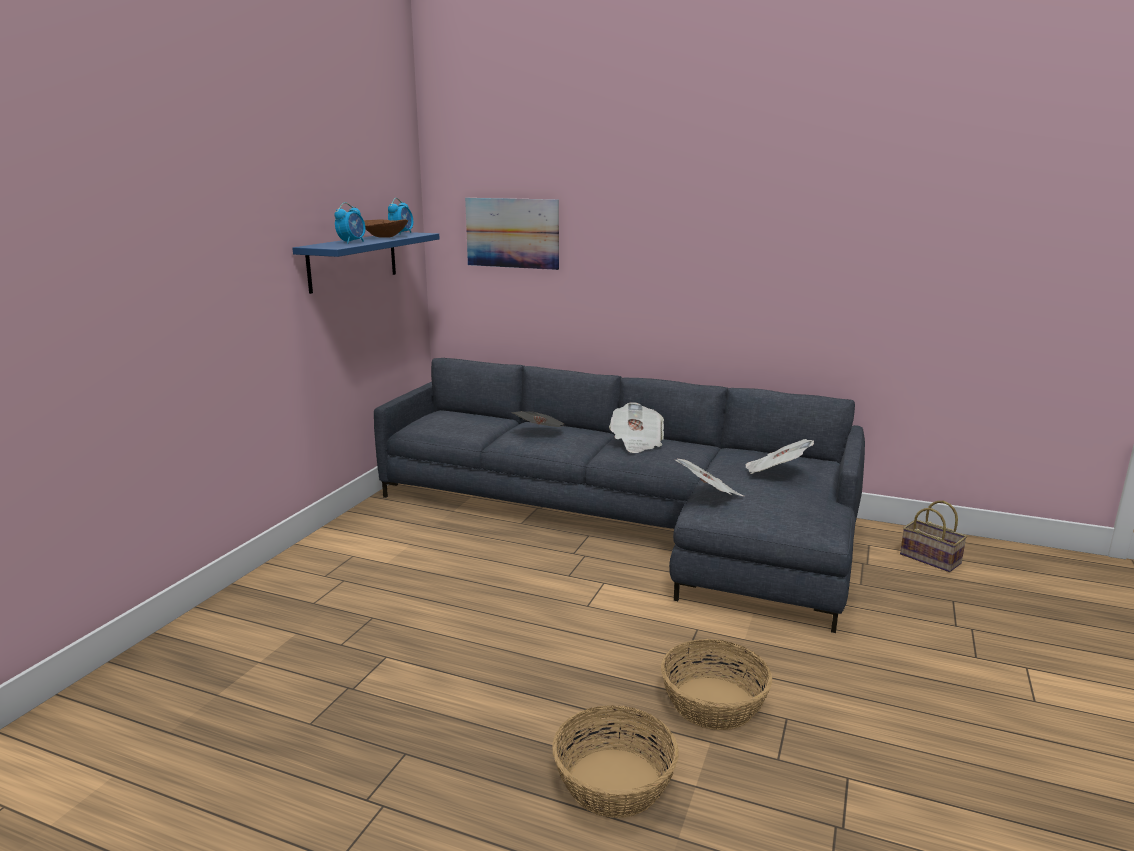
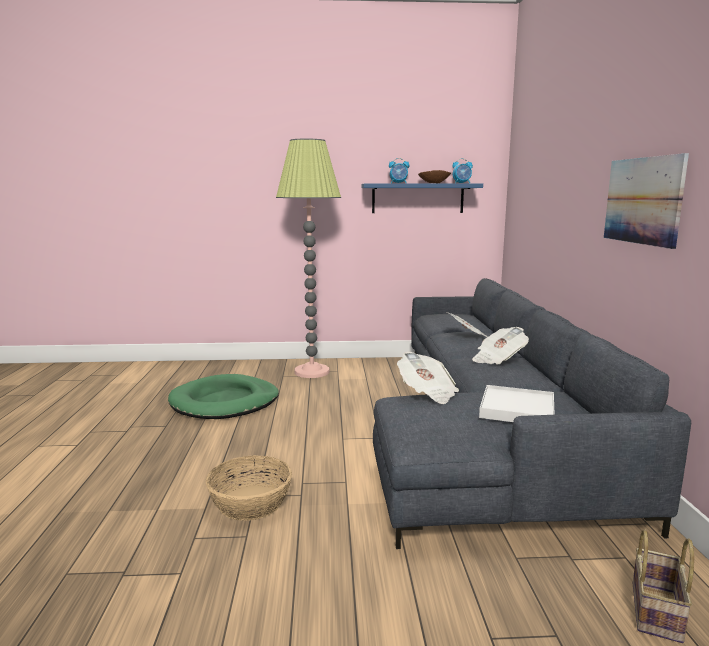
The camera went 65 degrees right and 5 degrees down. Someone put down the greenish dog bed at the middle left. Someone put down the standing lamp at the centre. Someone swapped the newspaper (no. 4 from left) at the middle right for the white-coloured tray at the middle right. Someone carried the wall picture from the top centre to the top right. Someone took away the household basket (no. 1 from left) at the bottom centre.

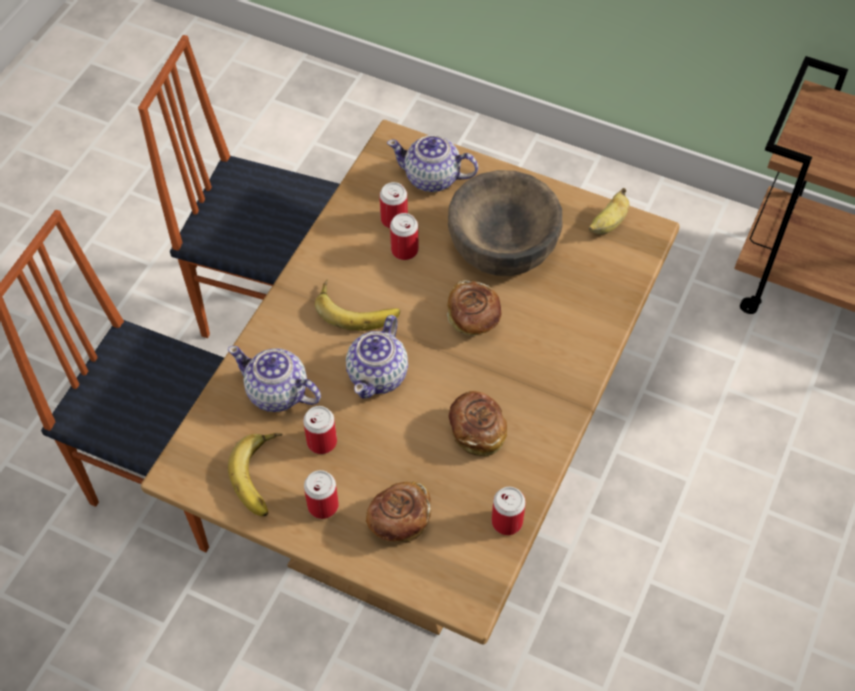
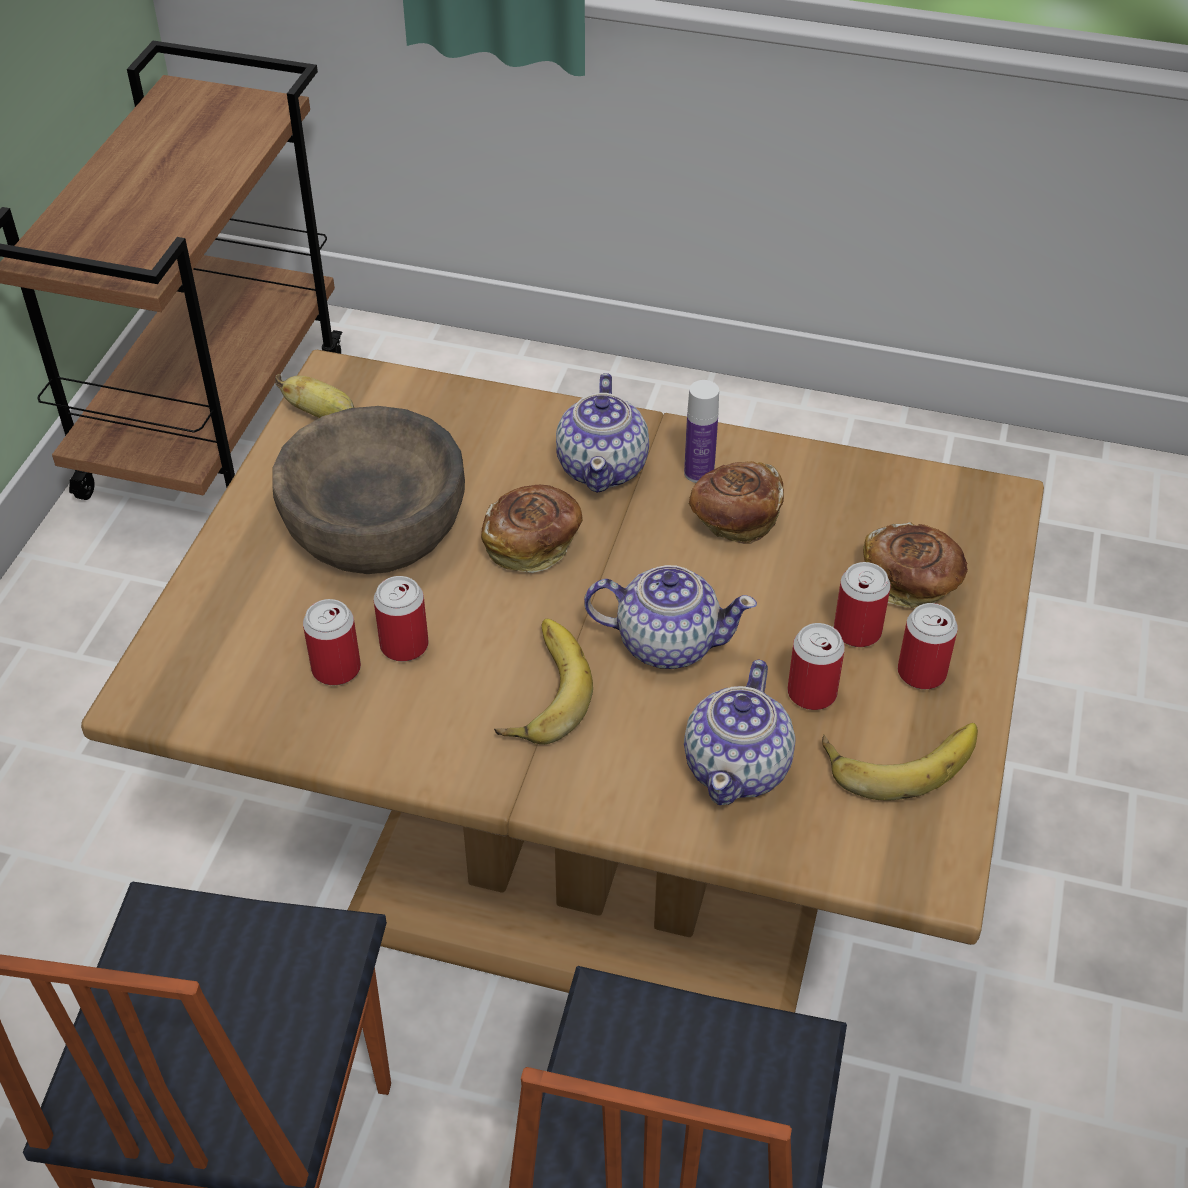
The camera went 100 degrees left and 10 degrees down. Someone carried the teapot (no. 3 from left in the first image) from the top centre to the centre. Someone put down the drink bottle at the centre. Someone carried the can (no. 5 from left in the first image) from the bottom centre to the middle right.

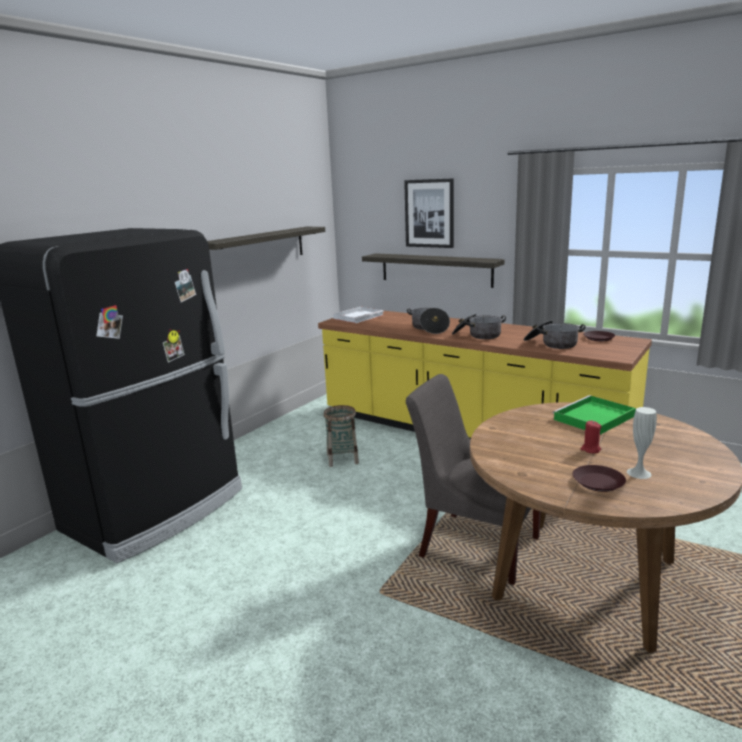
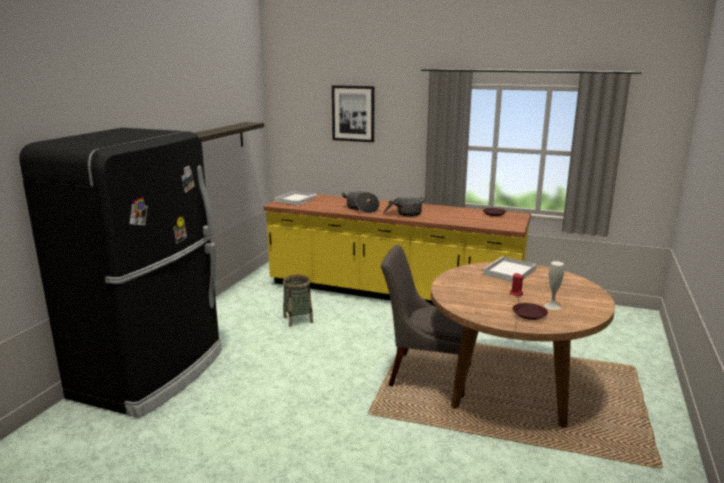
The camera went 15 degrees left and 0 degrees up. Someone repainted the greenish tray at the middle right, which became the white-coloured tray (no. 2 from left) at the middle right. Someone took away the bracket shelf (no. 2 from left) at the centre. Someone took away the saucepot (no. 3 from left) at the middle right.

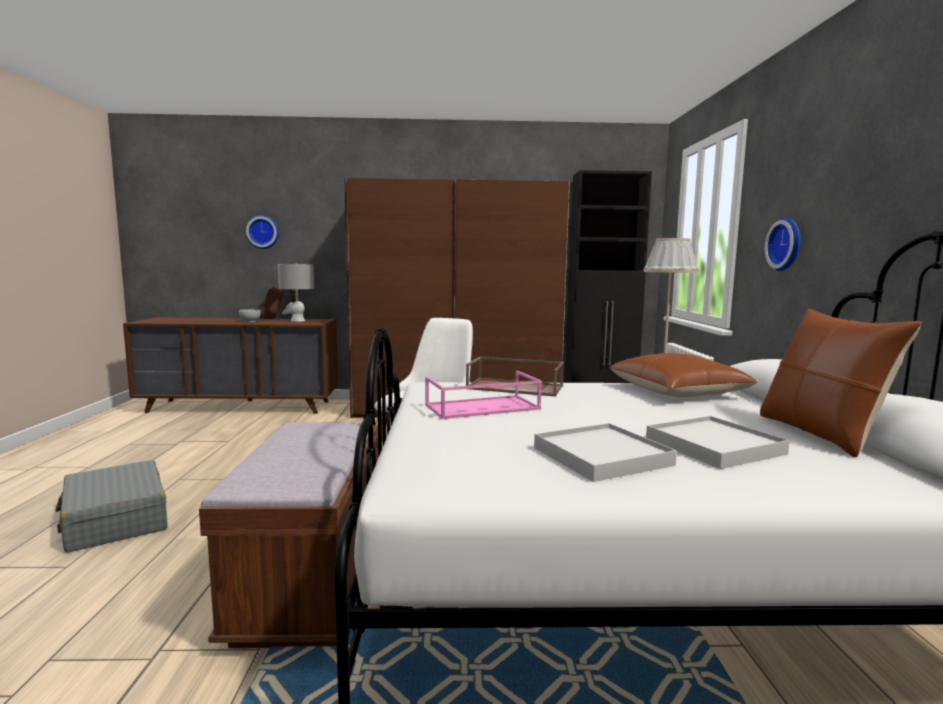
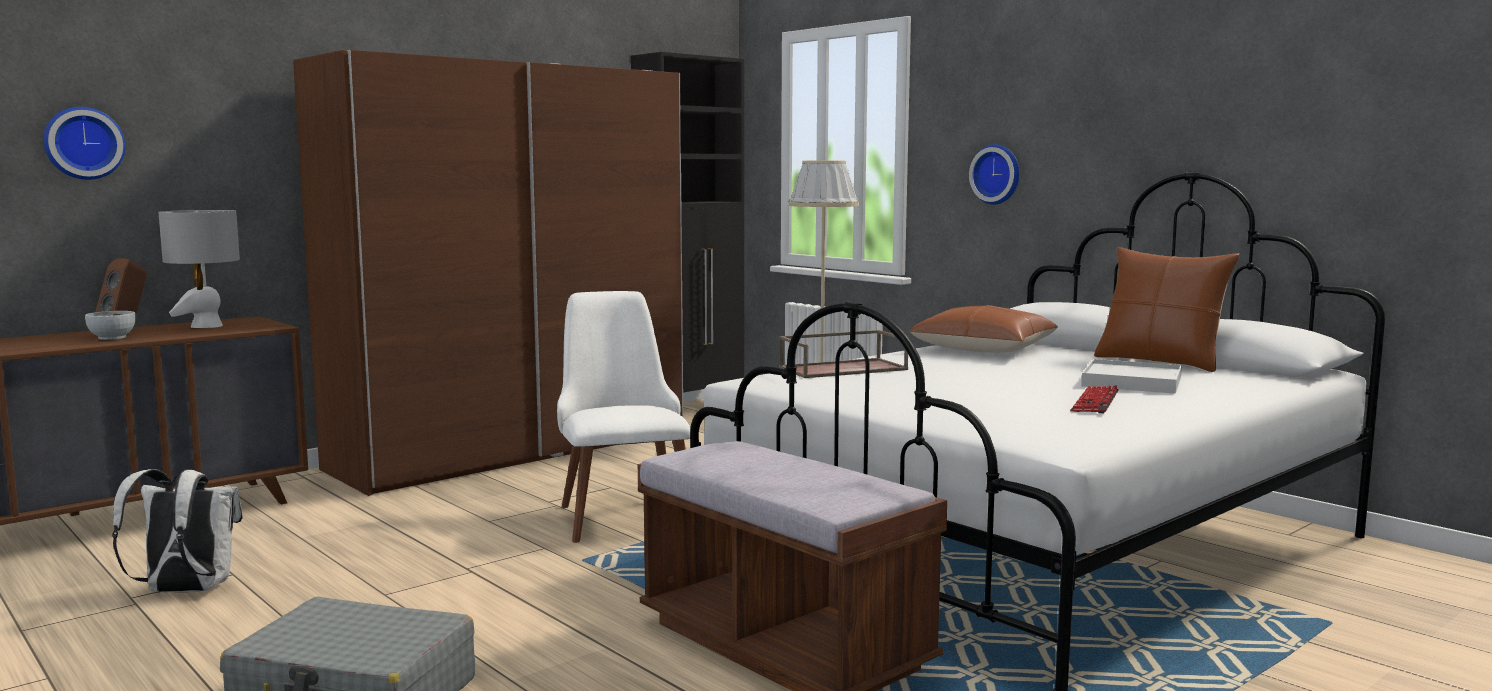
The camera went 40 degrees left and 0 degrees up. Someone put down the white-coloured knapsack at the bottom left. Someone swapped the white-coloured tray (no. 1 from left) at the centre for the keyboard at the middle right. Someone took away the pinkish tray at the centre.

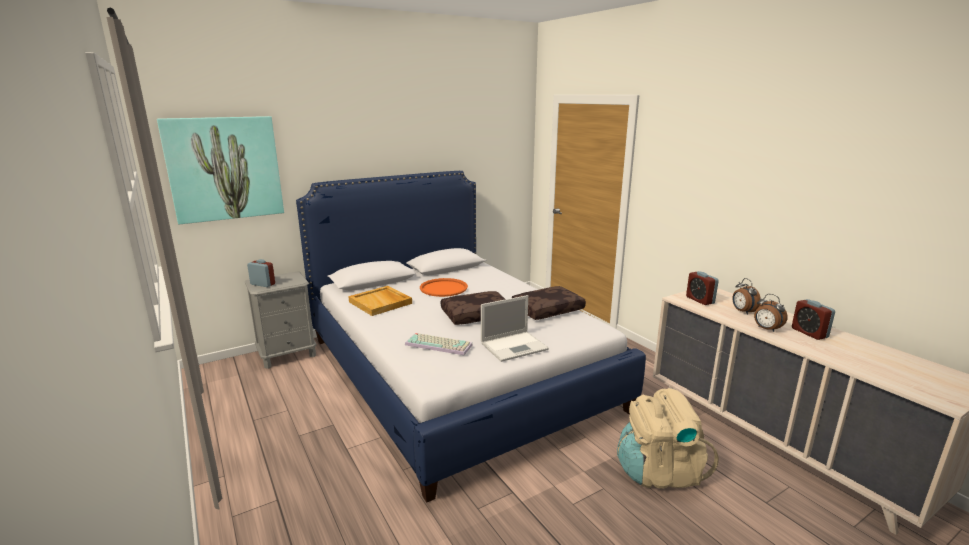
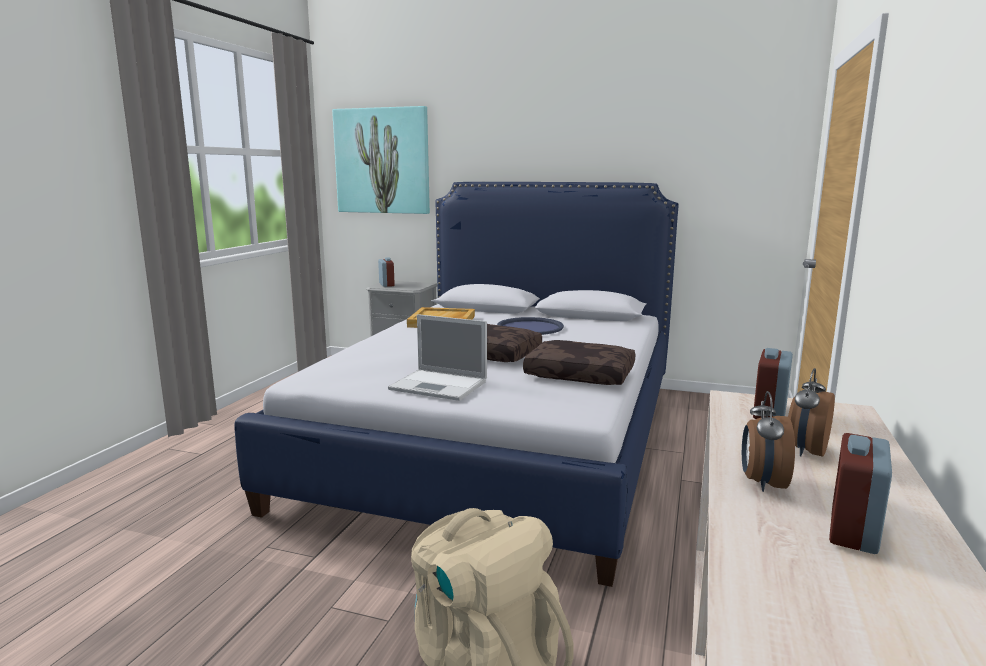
The camera went 50 degrees right and 5 degrees down. Someone repainted the orangey tray at the centre, which became the bluish tray at the centre. Someone took away the keyboard at the centre.

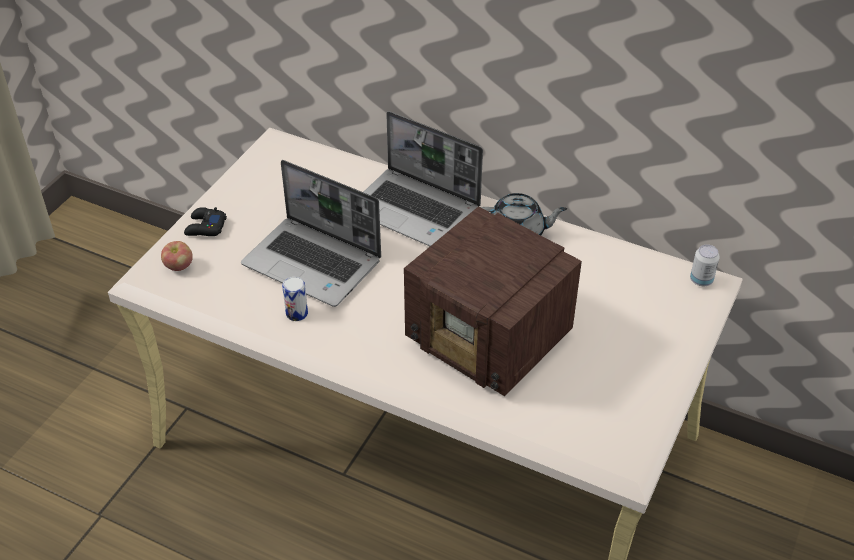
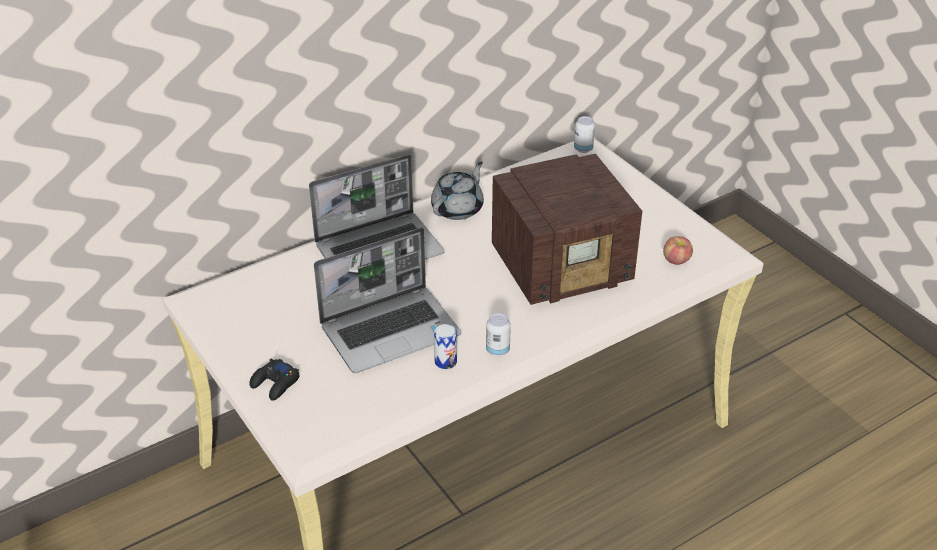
The camera went 60 degrees left and 5 degrees down. Someone put down the can (no. 2 from left) at the centre. Someone carried the apple from the middle left to the middle right.

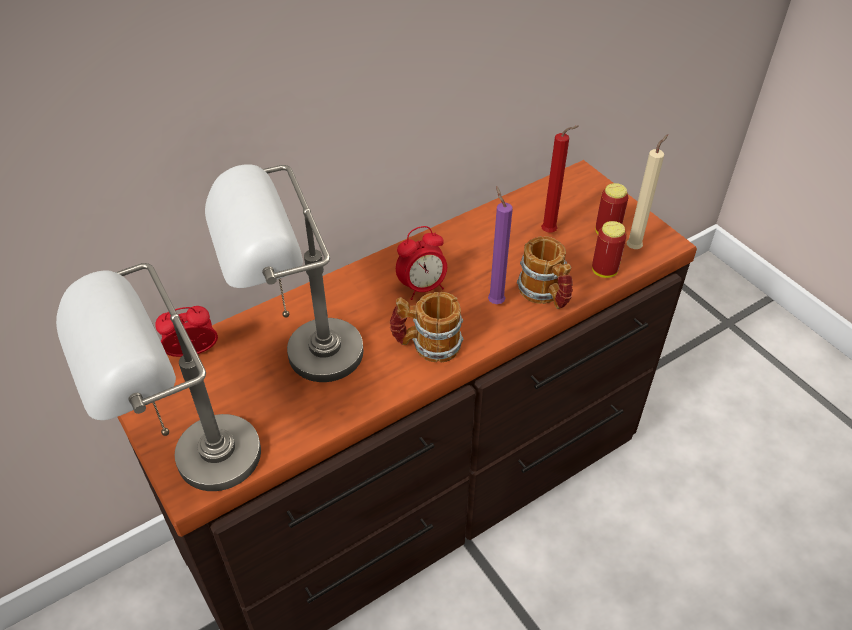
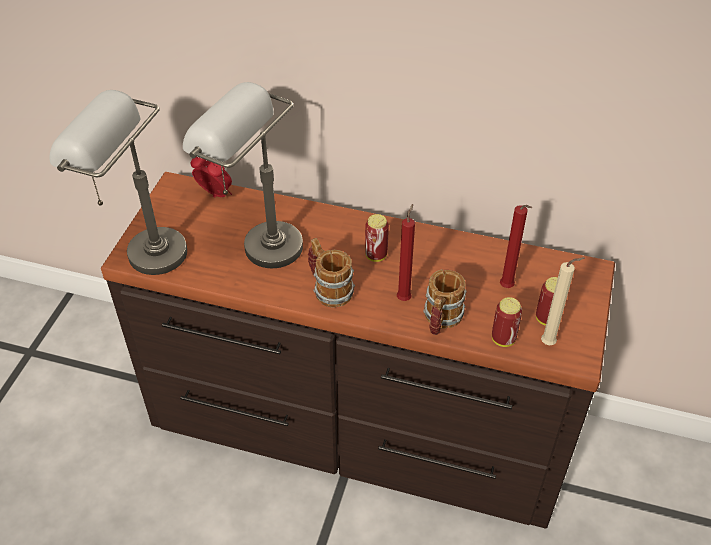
The camera went 50 degrees right and 0 degrees up. Someone swapped the alarm clock (no. 2 from left) at the centre for the can (no. 1 from left) at the centre. Someone repainted the purplish candle at the centre, which became the reddish candle (no. 1 from left) at the centre.

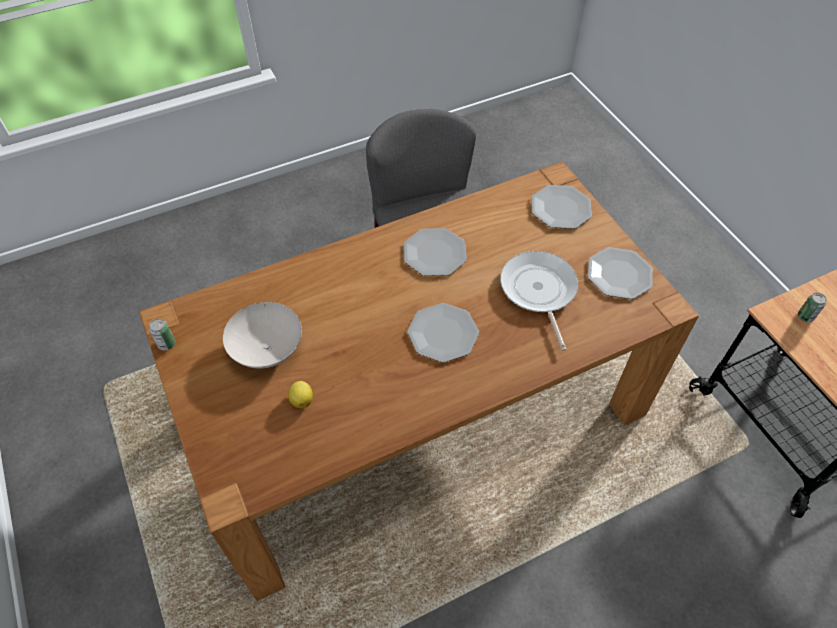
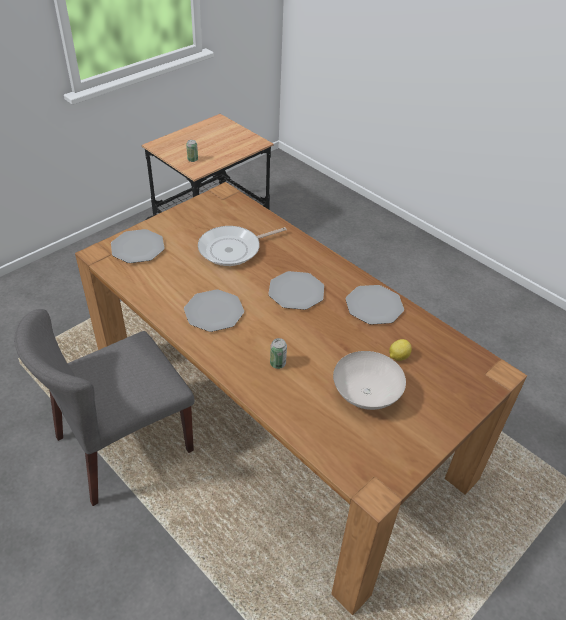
The camera went 110 degrees left and 10 degrees down. Someone carried the can (no. 1 from left in the first image) from the middle left to the centre. Someone carried the plate (no. 4 from left) from the middle right to the centre.

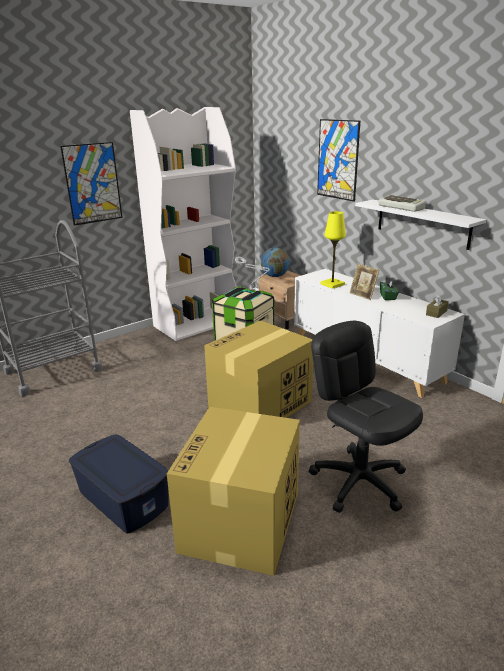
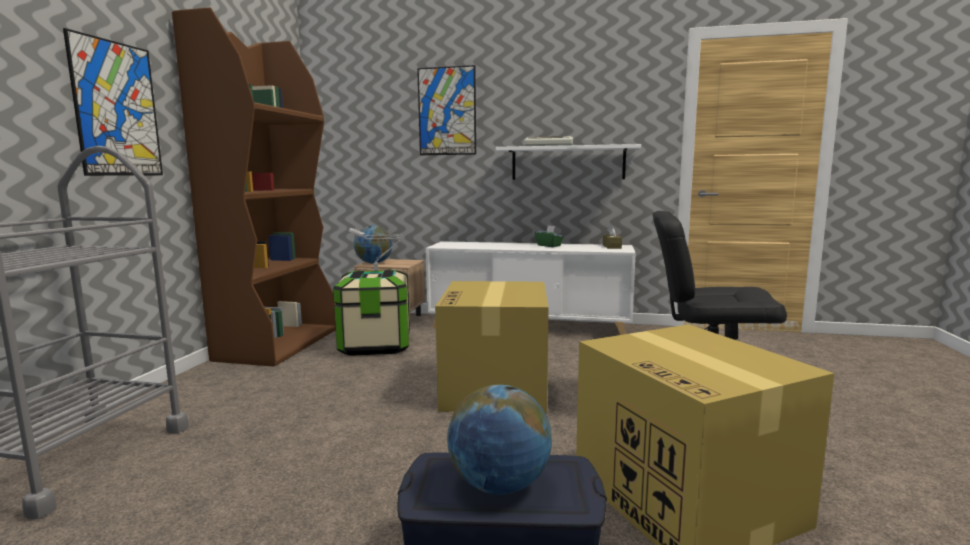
The camera went 40 degrees left and 15 degrees down. Someone repainted the white-coloured bookcase at the centre, which became the brownish bookcase at the middle left. Someone put down the globe (no. 2 from left) at the bottom centre. Someone took away the yellow-coloured tabletop lamp at the centre. Someone took away the standing frame at the middle right.

